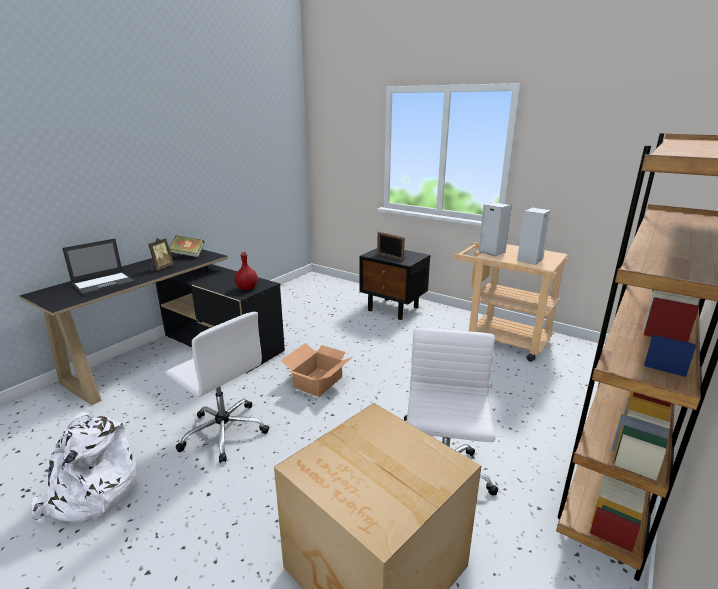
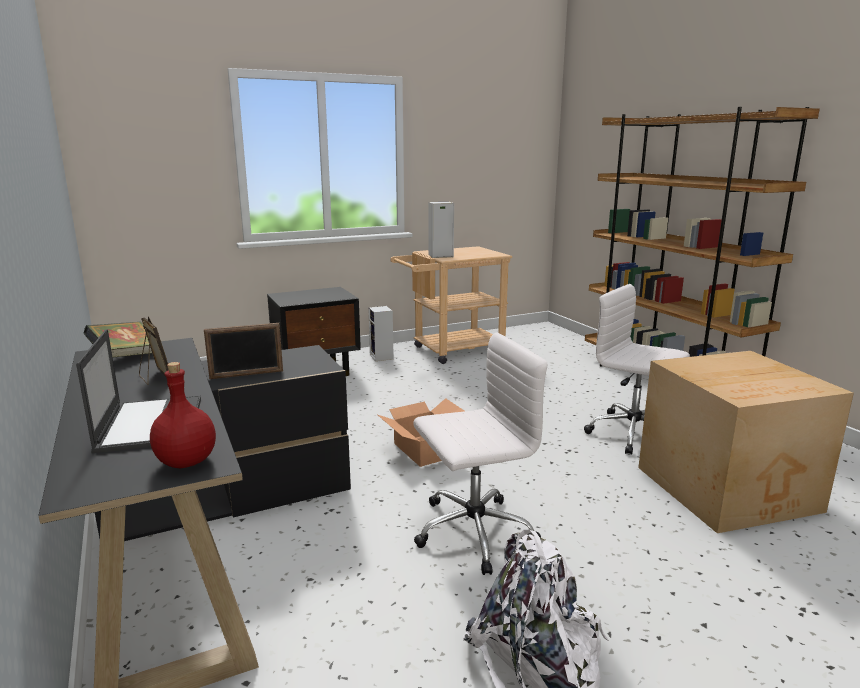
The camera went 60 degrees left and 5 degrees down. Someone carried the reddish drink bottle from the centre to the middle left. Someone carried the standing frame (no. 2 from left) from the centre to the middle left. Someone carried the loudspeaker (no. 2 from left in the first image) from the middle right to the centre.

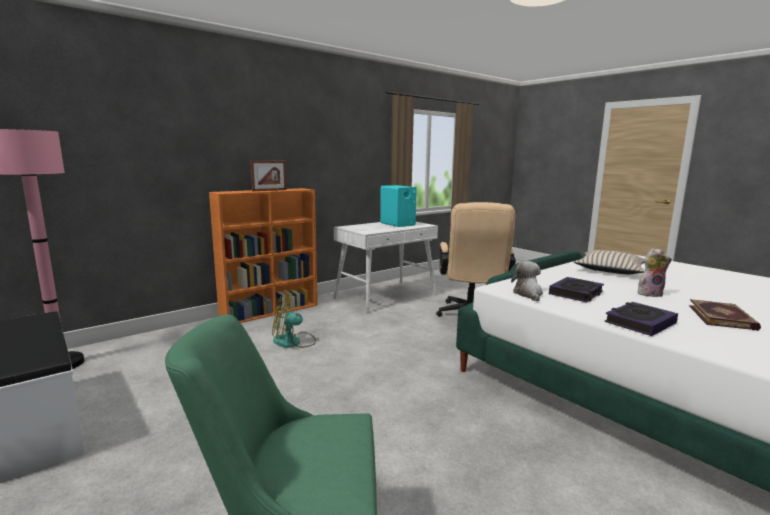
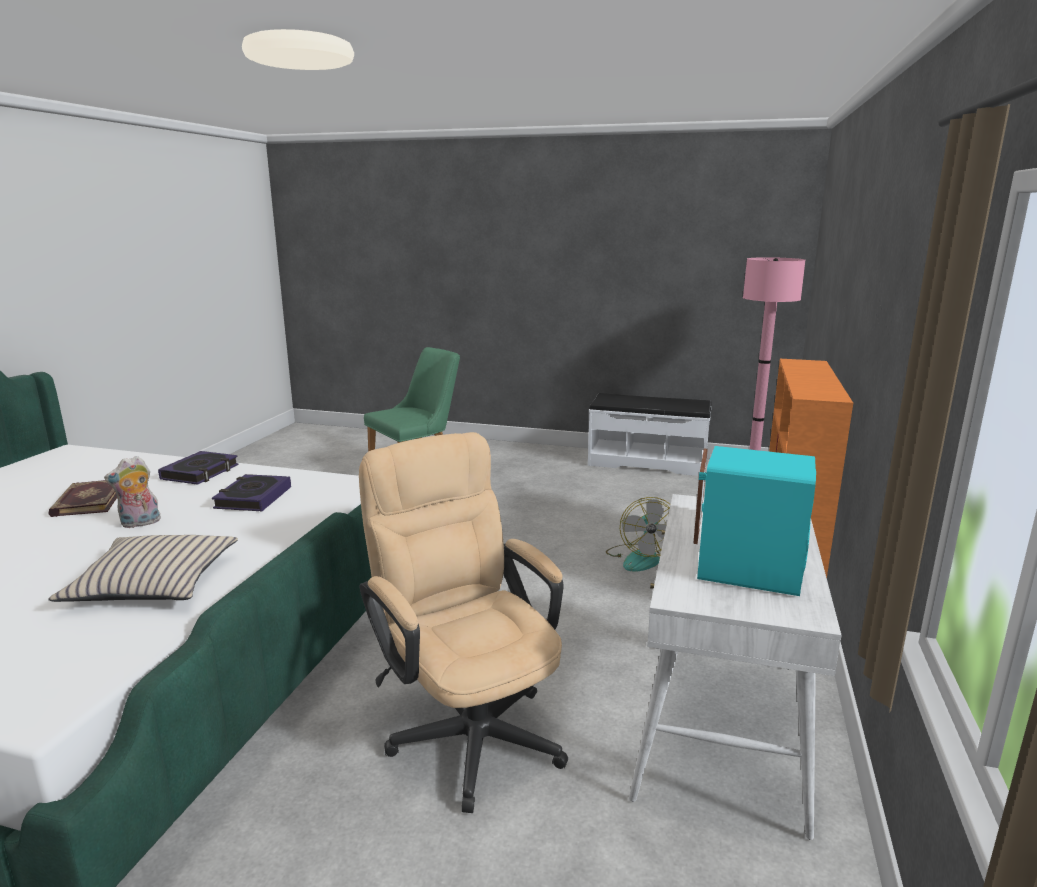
The camera went 145 degrees right and 5 degrees up. Someone rotated the electric fan at the centre by 135 degrees clockwise. Someone carried the standing frame from the centre to the middle right. Someone took away the soft toy (no. 1 from left) at the middle right.

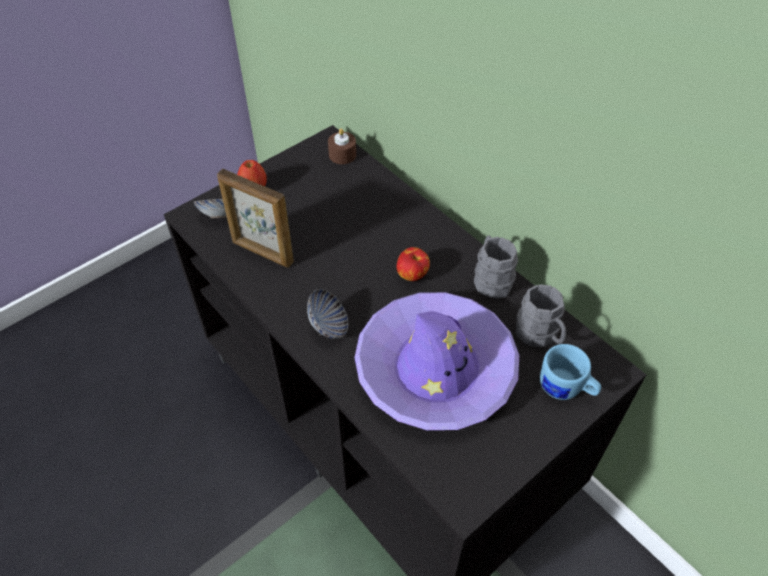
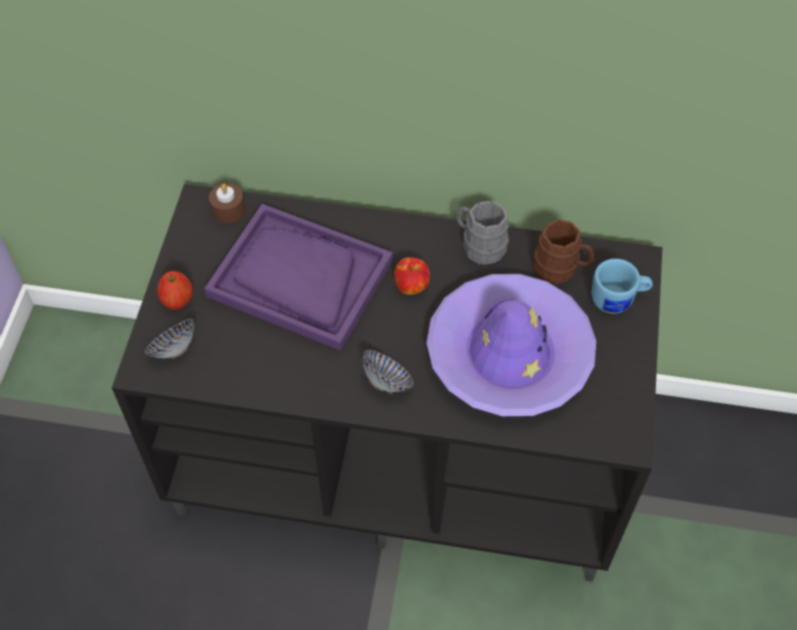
The camera went 40 degrees left and 5 degrees up. Someone put down the purplish tray at the centre. Someone repainted the greyish mug (no. 2 from left) at the middle right, which became the brownish mug at the middle right. Someone took away the standing frame at the middle left.

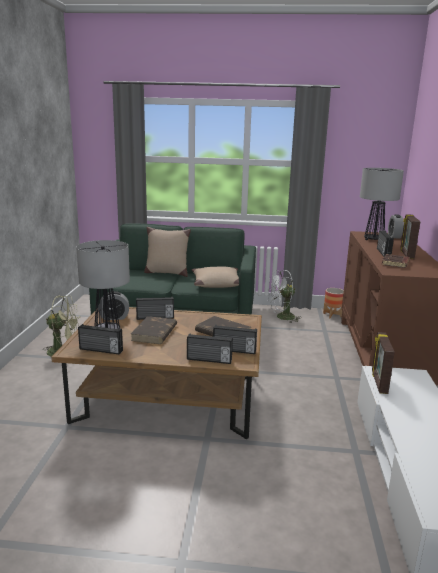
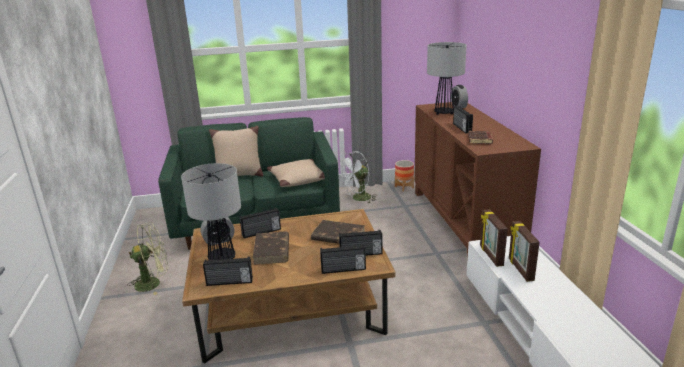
The camera went 15 degrees left and 5 degrees up. Someone carried the standing frame (no. 2 from left) from the middle right to the bottom right.

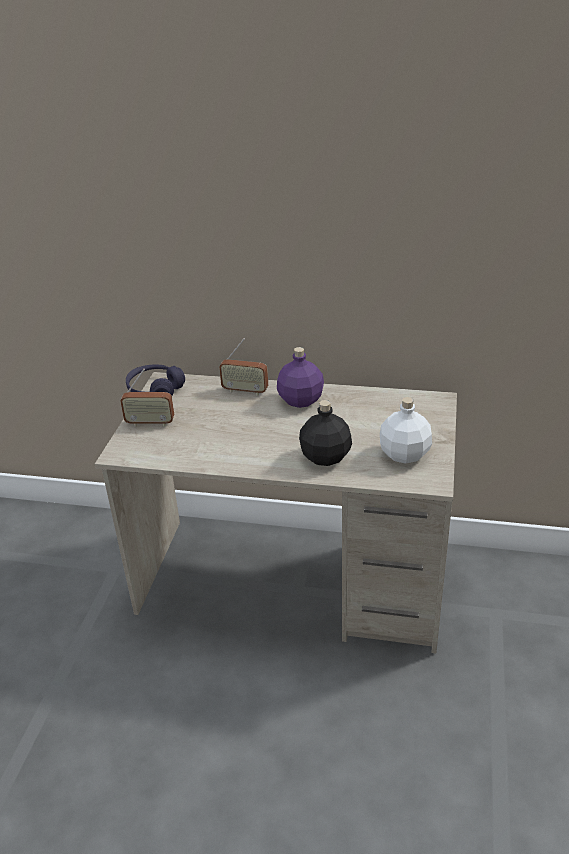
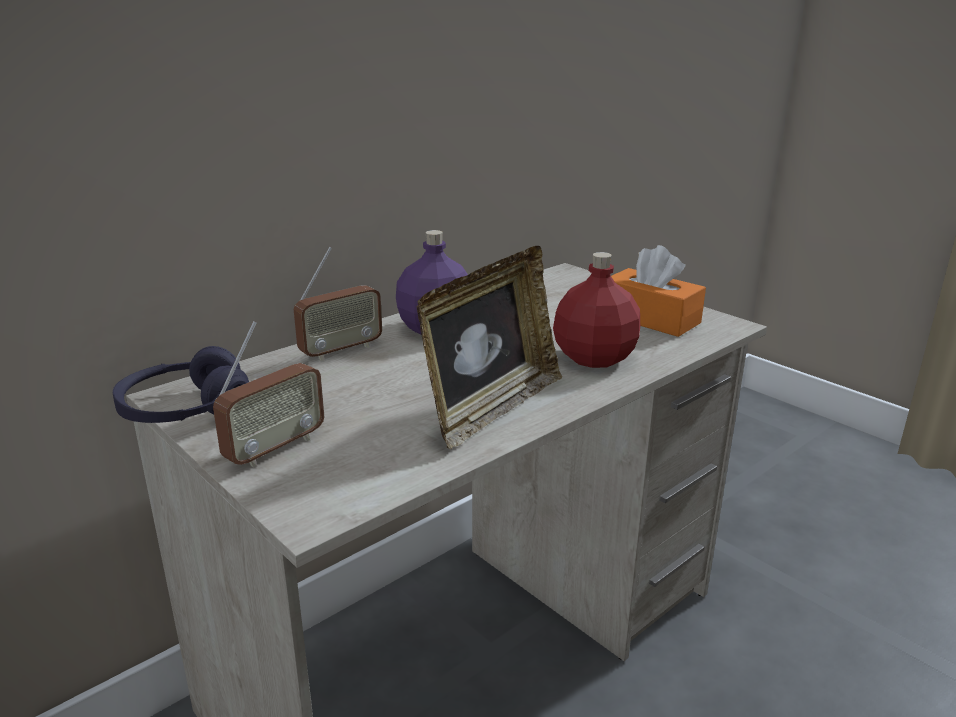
The camera went 55 degrees left and 10 degrees down. Someone put down the standing frame at the centre. Someone repainted the blackish drink bottle at the centre, which became the reddish drink bottle at the centre. Someone swapped the white-coloured drink bottle at the middle right for the orangey box of tissues at the middle right.

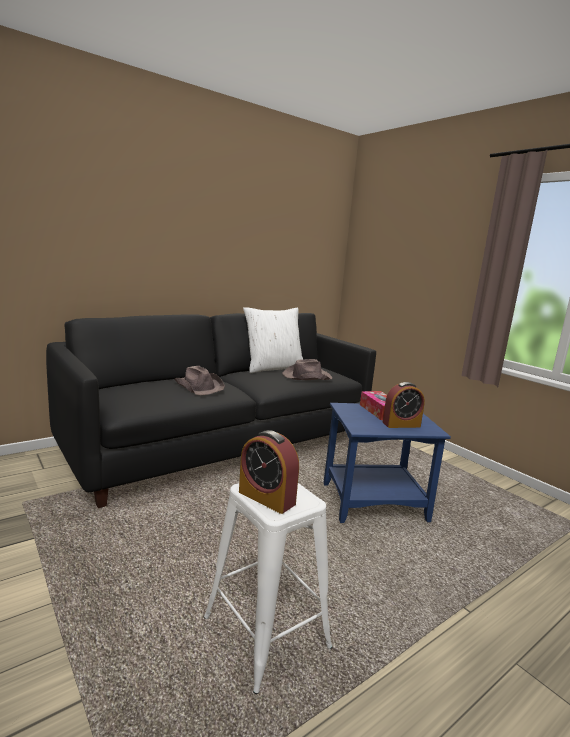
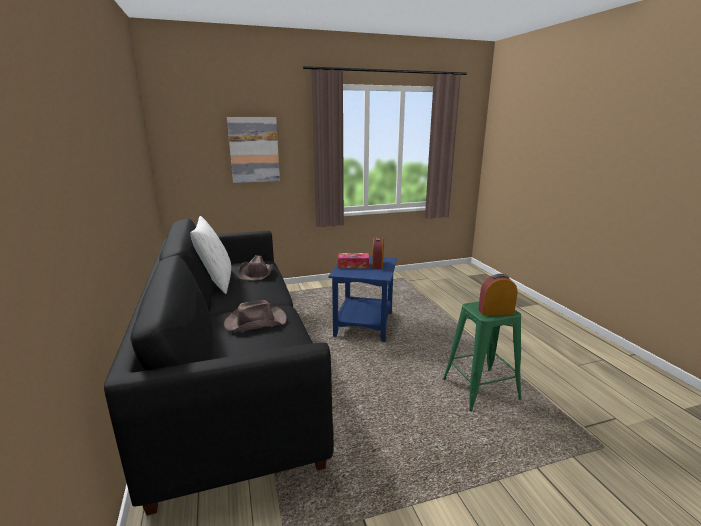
The camera went 70 degrees left and 5 degrees up. Someone put up the wall picture at the top centre. Someone repainted the white-coloured stool seat at the bottom centre, which became the greenish stool seat at the bottom right. Someone rotated the alarm clock (no. 1 from left in the first image) at the centre by 150 degrees counterclockwise.

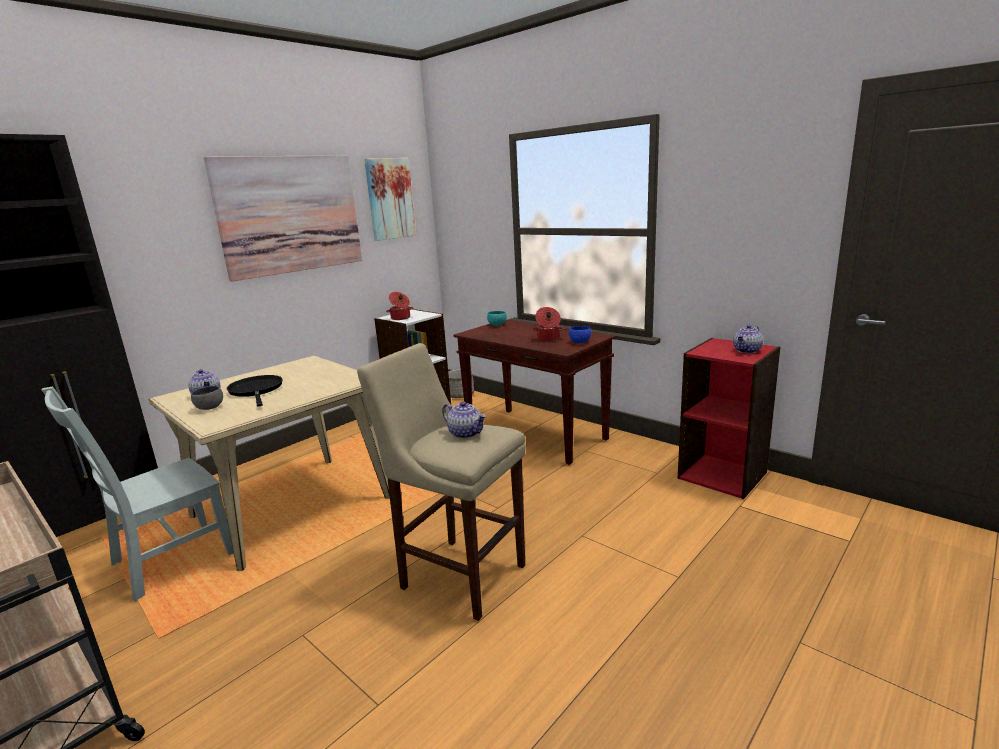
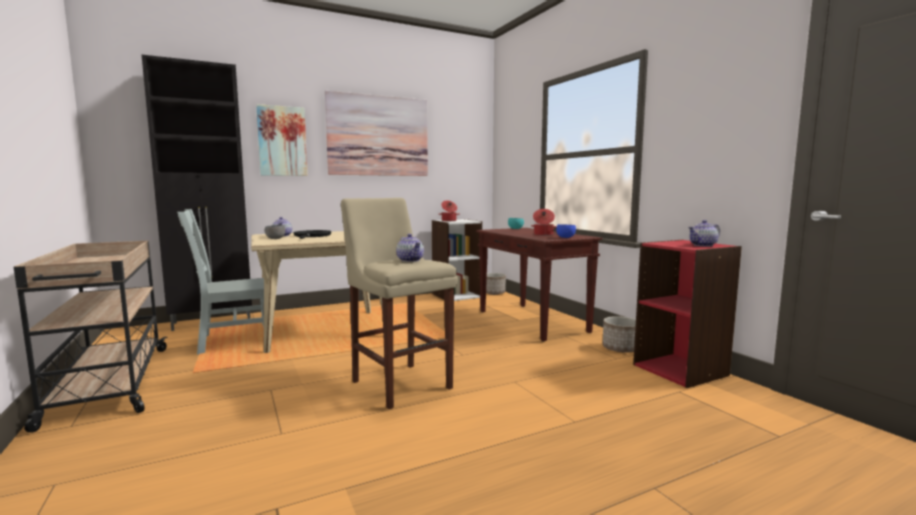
The camera went 20 degrees right and 10 degrees down. Someone carried the wall picture (no. 2 from left in the first image) from the top centre to the top left. Someone put down the planter (no. 2 from left) at the middle right.

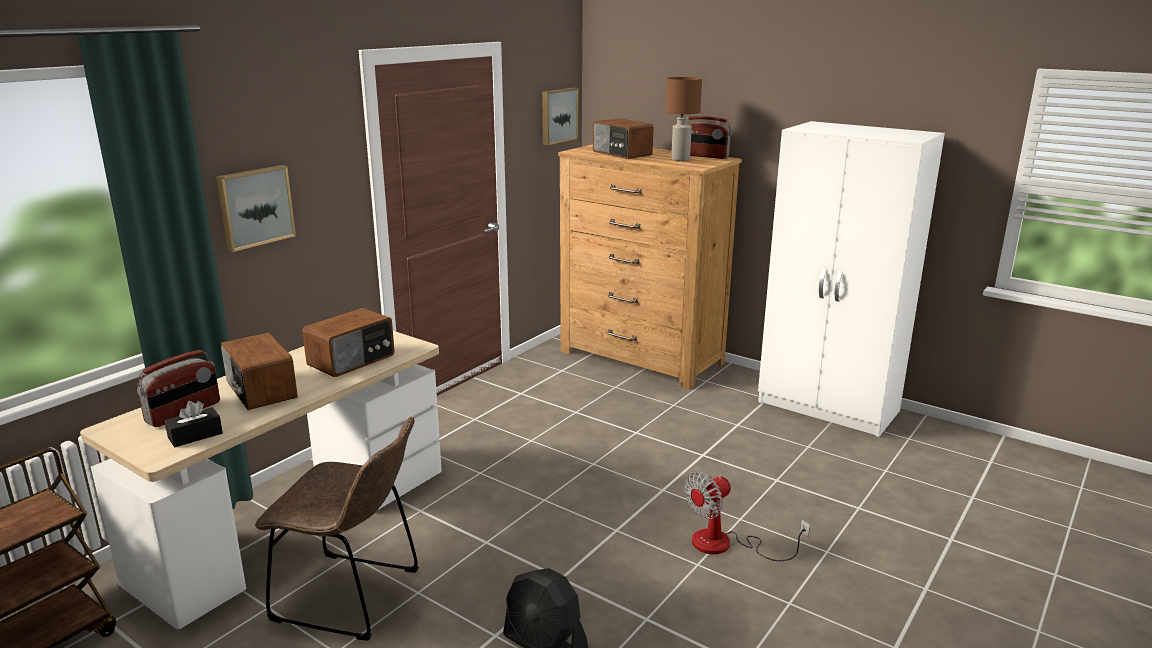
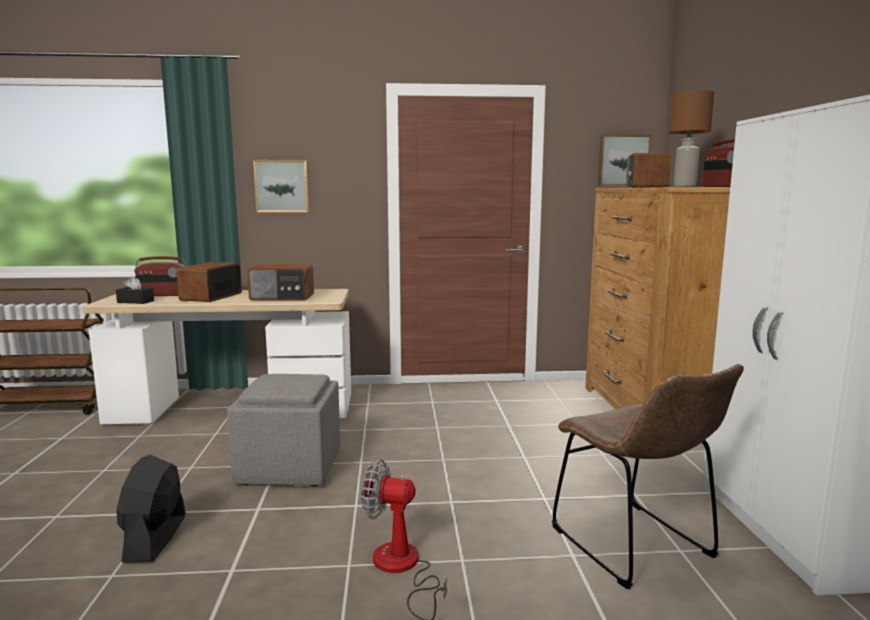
The camera went 50 degrees right and 10 degrees down. Someone put down the greyish pouffe at the bottom left. Someone carried the brownish chair from the bottom left to the bottom right.

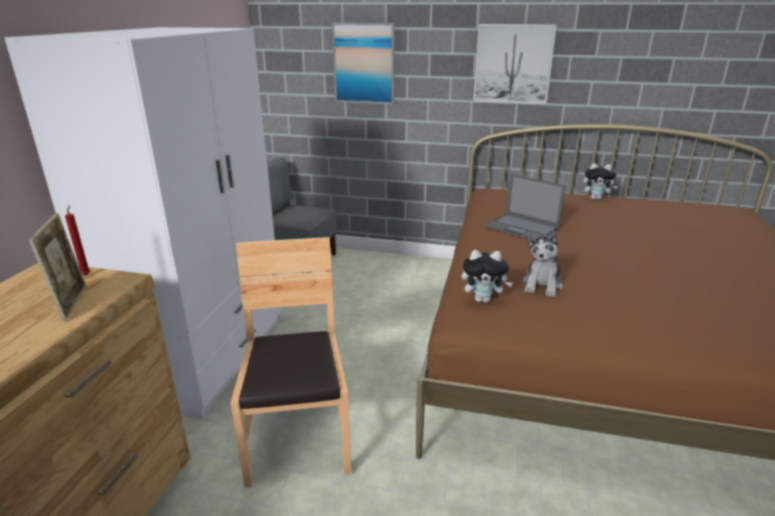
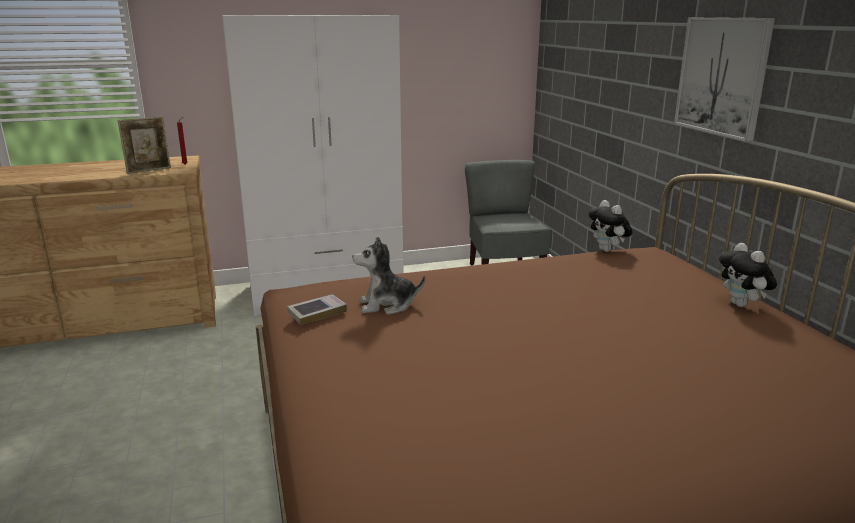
The camera went 60 degrees right and 5 degrees down. Someone put down the volume at the centre. Someone carried the soft toy (no. 1 from left in the first image) from the centre to the middle right. Someone took away the brownish chair at the bottom centre. Someone took away the wall picture (no. 1 from left) at the top centre. Someone took away the notebook computer at the middle right.

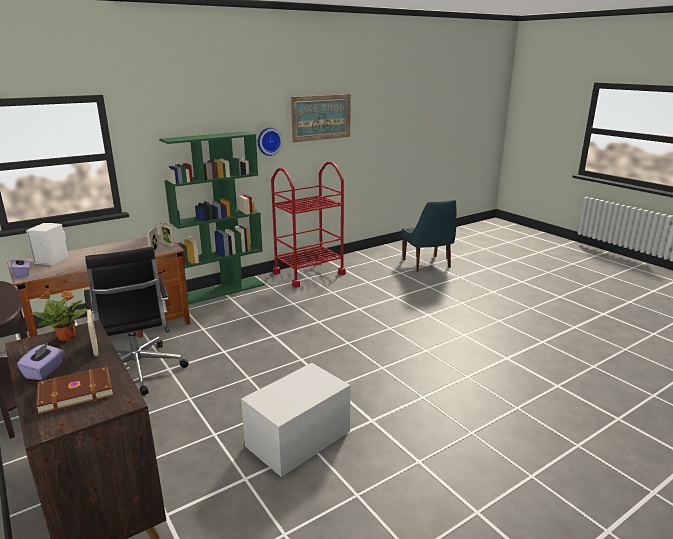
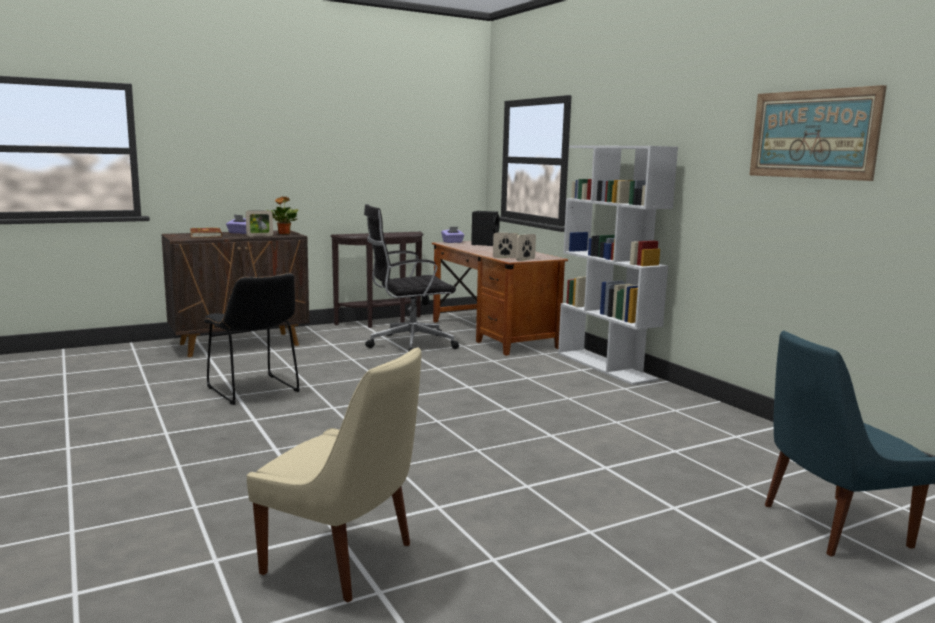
The camera went 95 degrees right and 10 degrees down. Someone swapped the white-coloured storage box at the bottom centre for the blackish chair at the middle left. Someone put down the beige chair at the bottom centre. Someone repainted the white-coloured loudspeaker at the middle left, which became the blackish loudspeaker at the centre. Someone repainted the greenish bookcase at the middle left, which became the white-coloured bookcase at the centre. Someone took away the hanging clock at the top centre. Someone took away the reddish cart at the centre.

